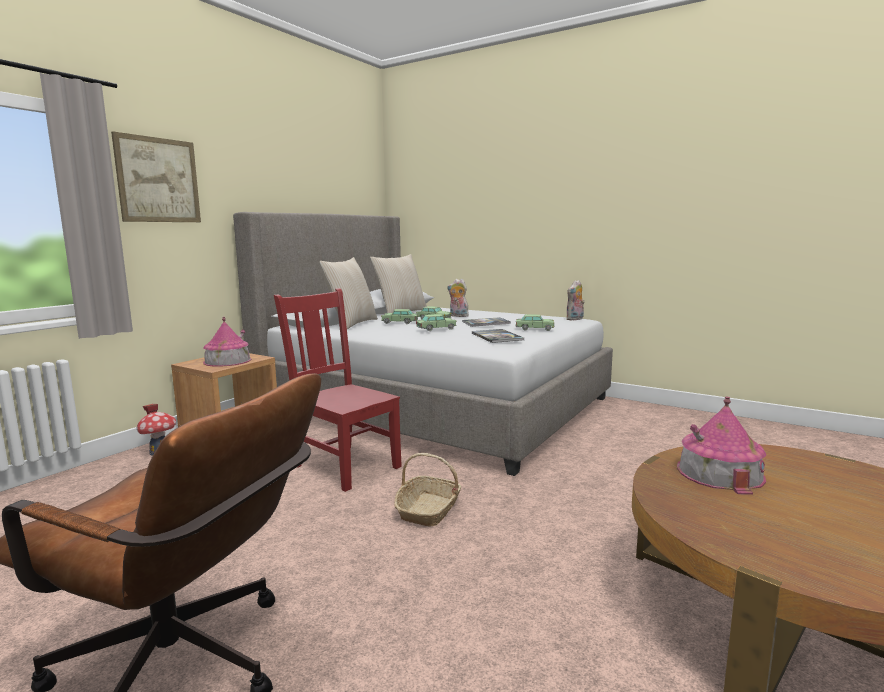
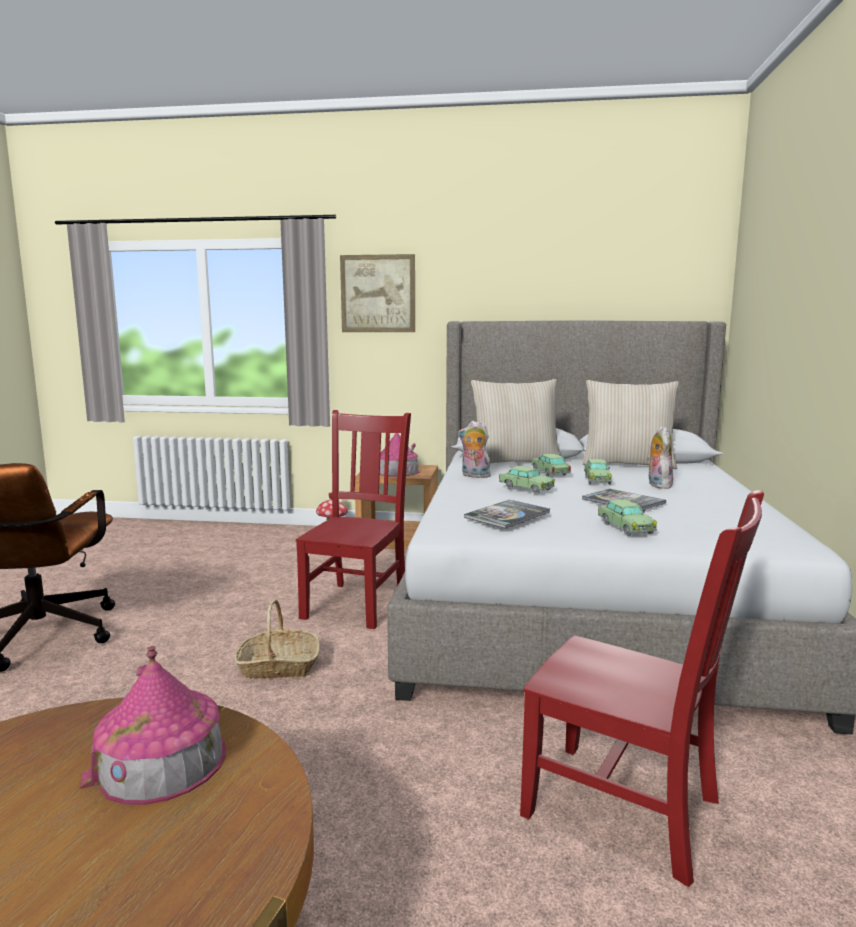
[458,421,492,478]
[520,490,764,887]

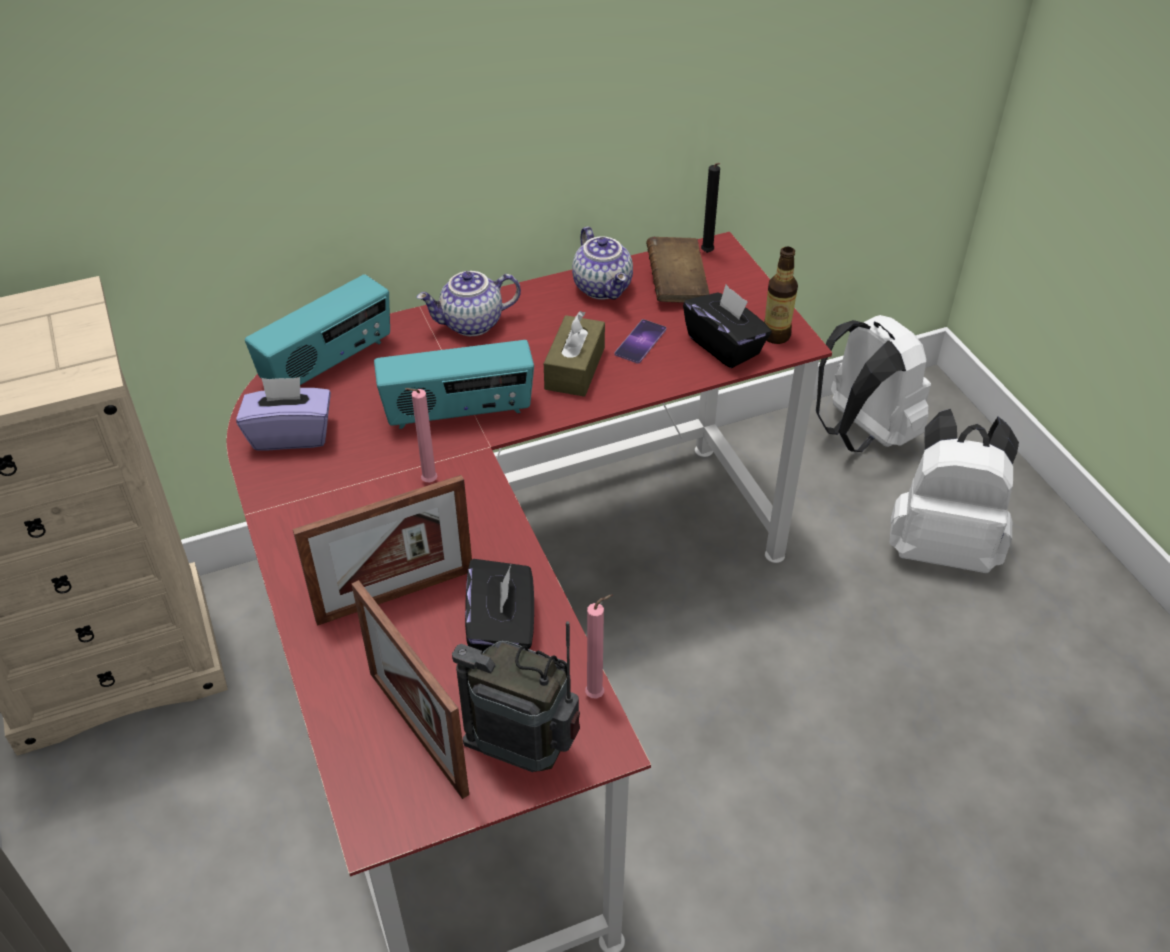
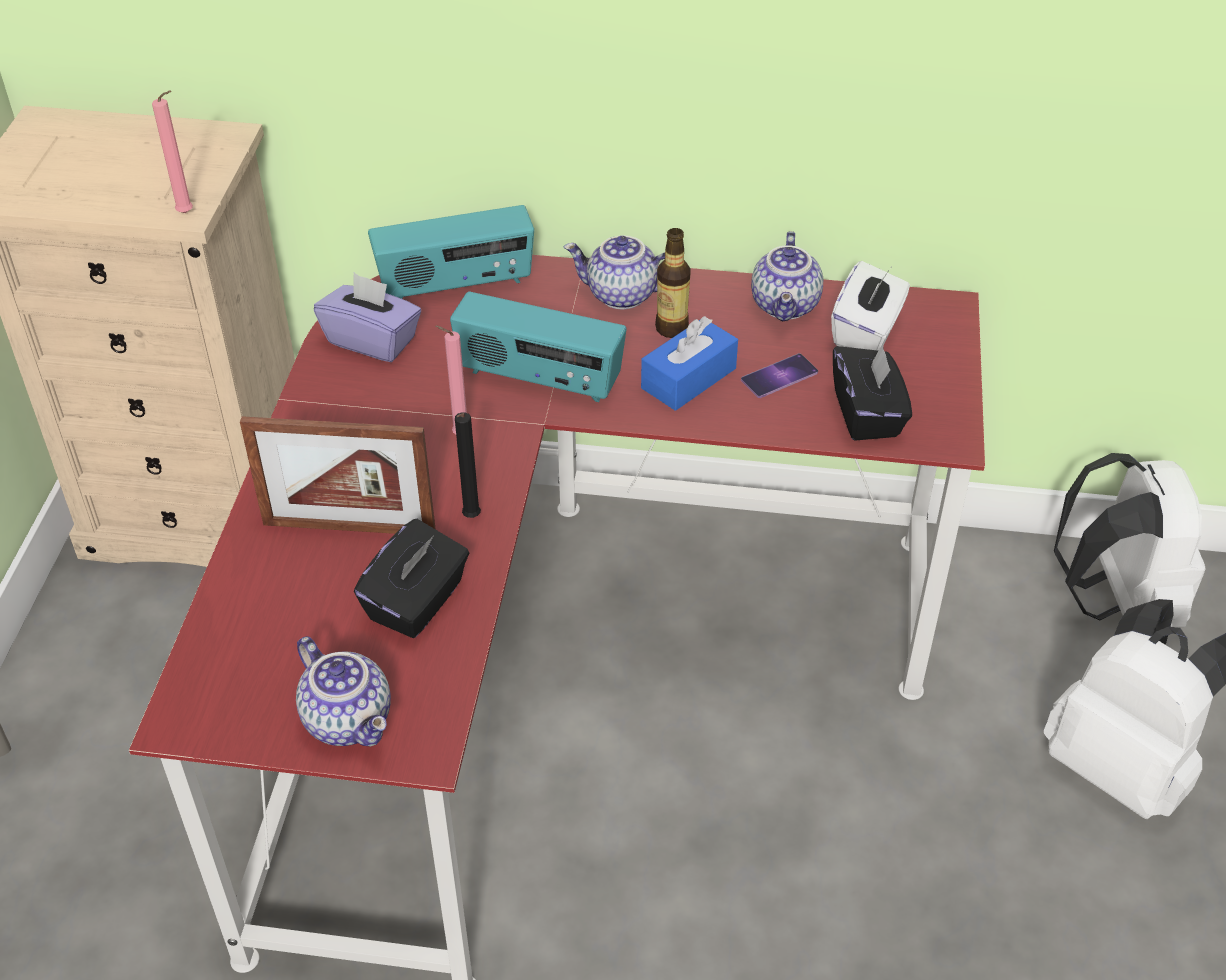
[152,91,193,213]
[296,636,391,746]
[455,412,481,518]
[641,316,738,411]
[655,228,691,338]
[831,261,910,351]
[352,580,469,799] (first image)

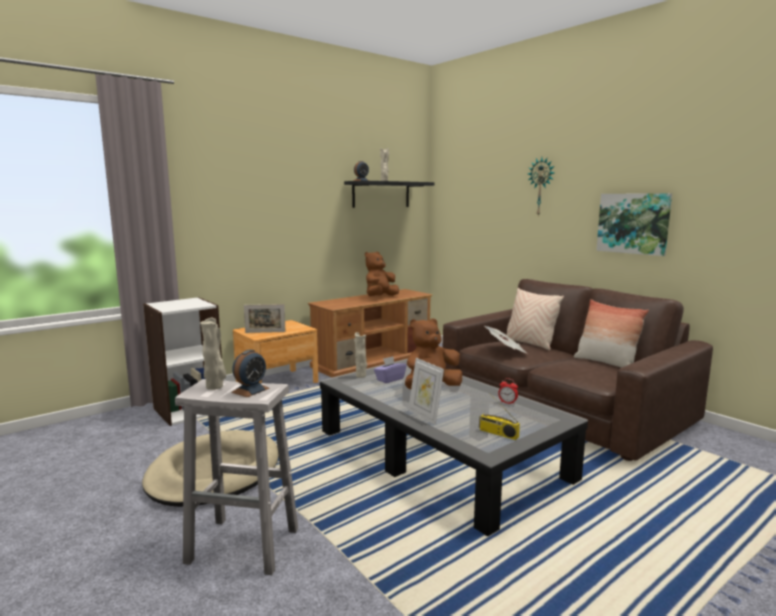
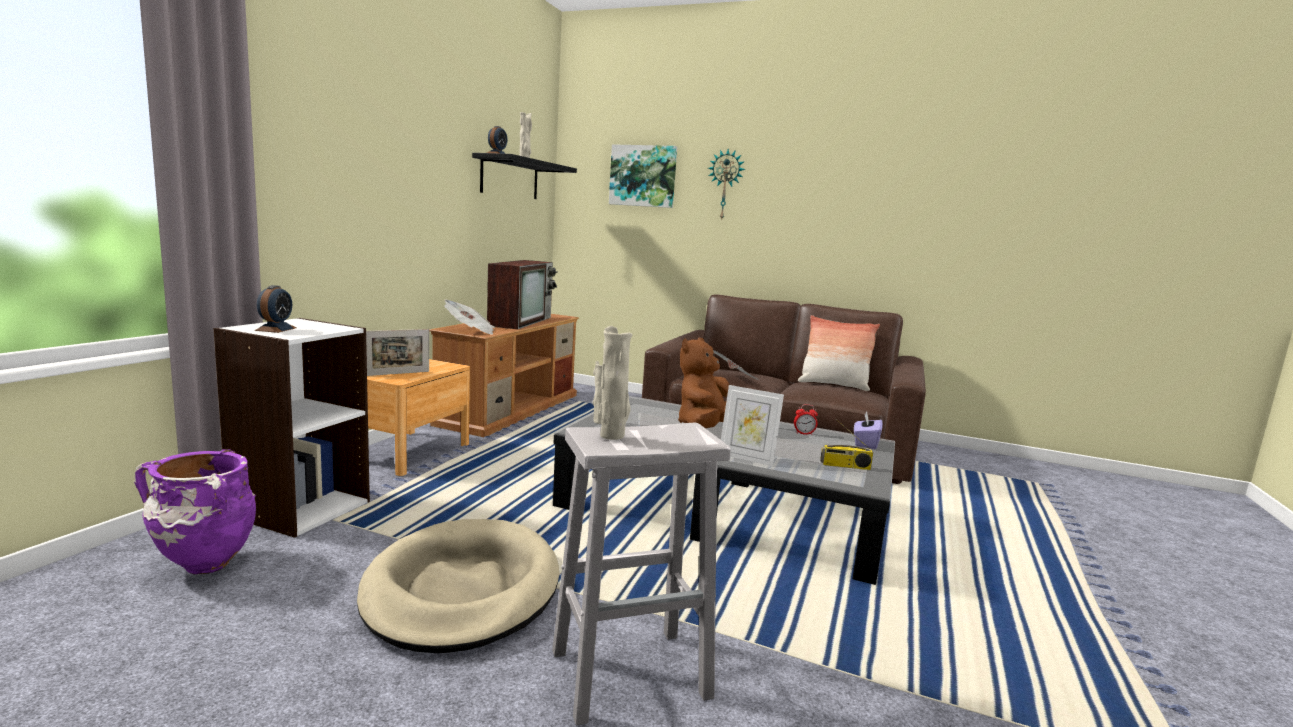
[134,449,256,574]
[254,285,297,333]
[444,300,495,335]
[487,260,558,329]
[609,144,677,208]
[854,411,883,449]
[506,288,564,350] (first image)

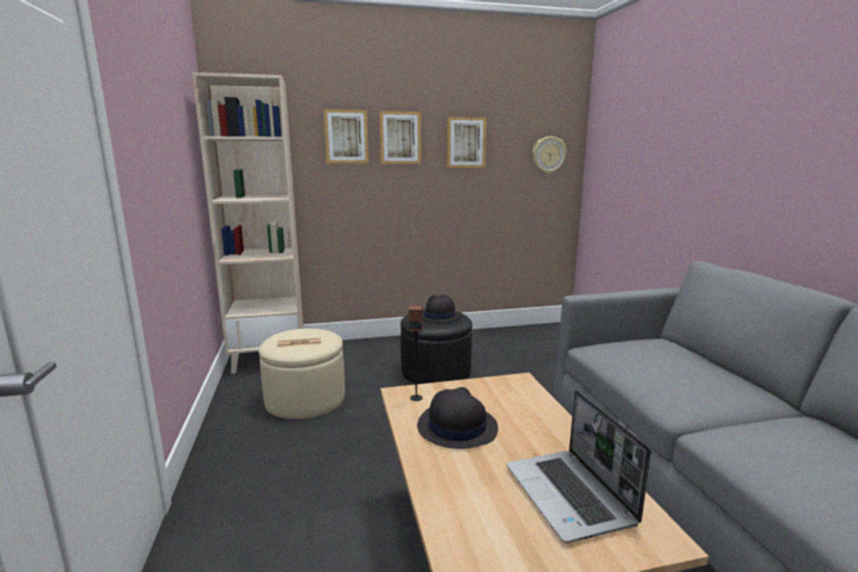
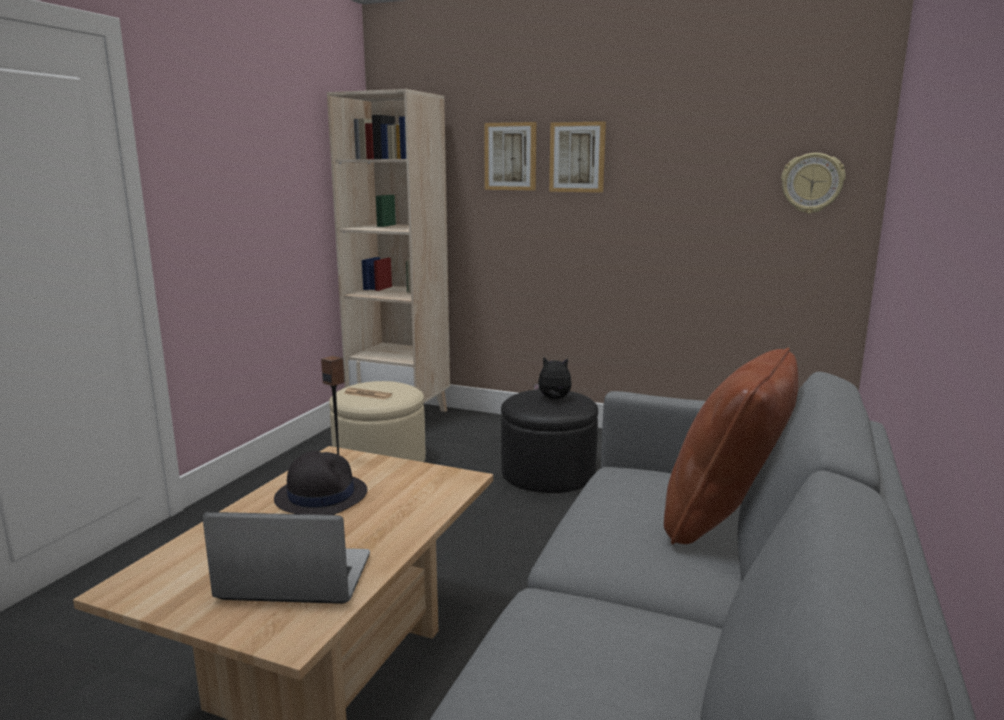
[202,512,370,604]
[533,356,572,399]
[664,348,799,544]
[447,117,487,168] (first image)

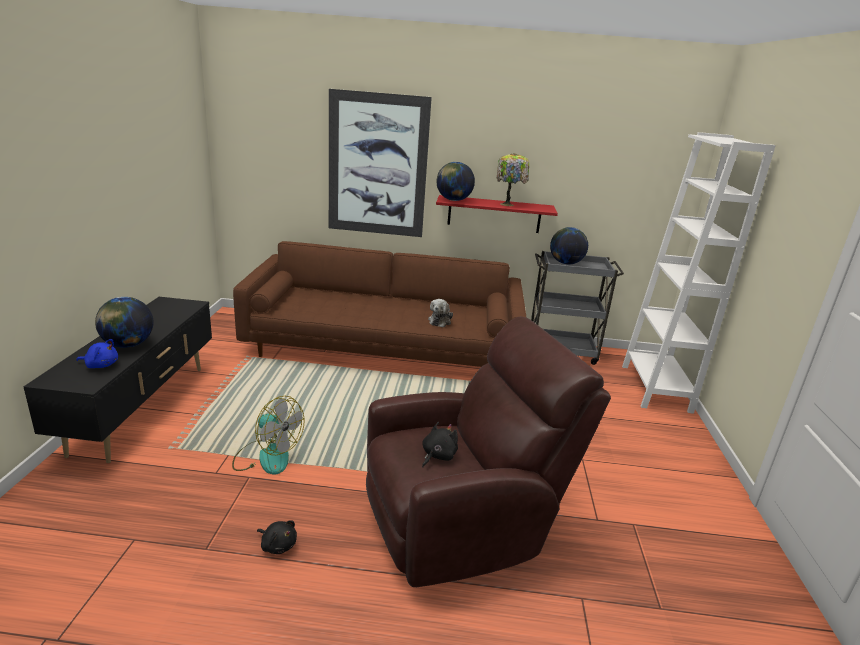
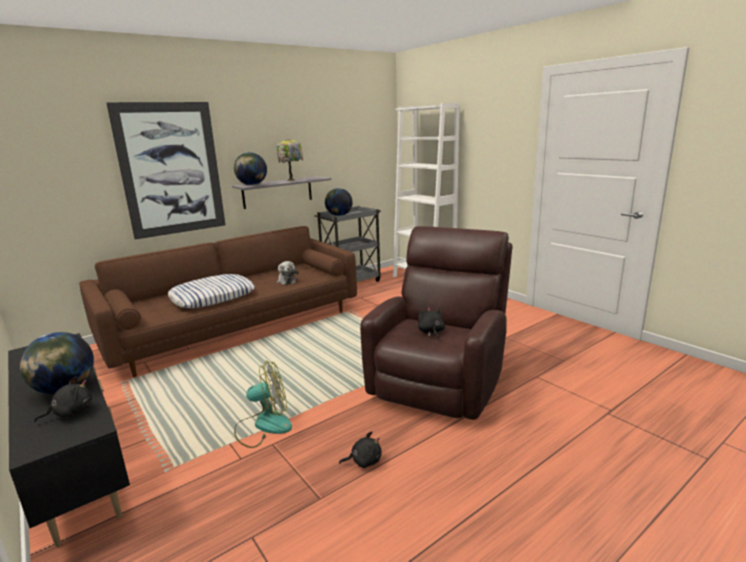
[34,377,92,422]
[168,274,255,308]
[232,176,331,209]

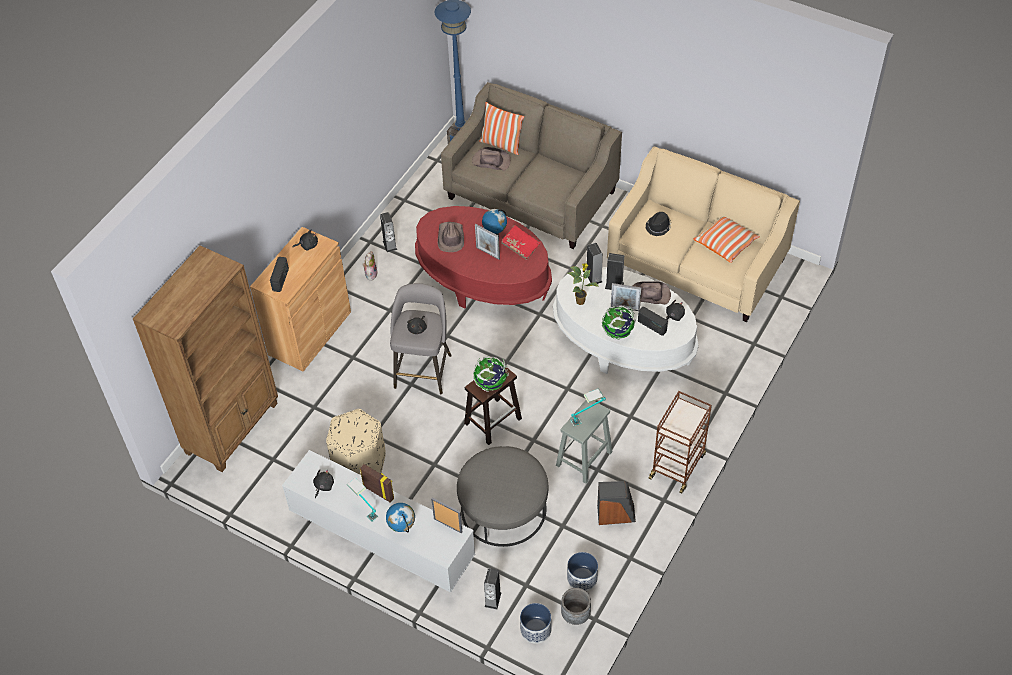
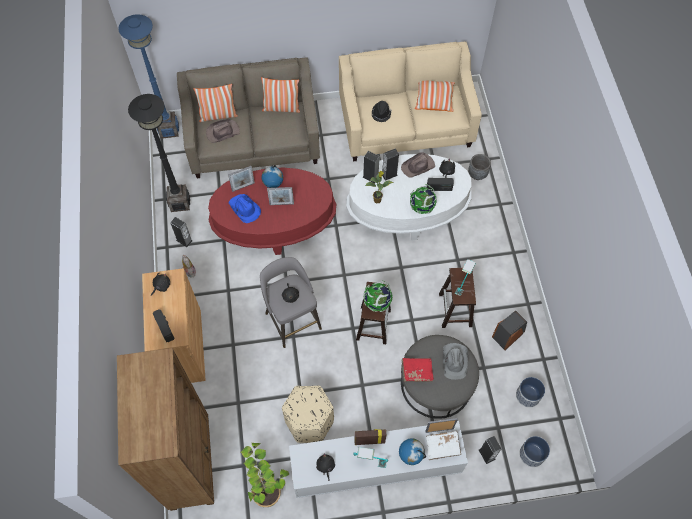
[128,94,190,212]
[228,166,255,192]
[228,194,261,223]
[241,443,289,507]
[261,77,300,113]
[402,358,434,382]
[426,431,461,460]
[439,268,476,328]
[443,343,468,380]
[468,154,491,180]
[649,391,712,494] (first image)

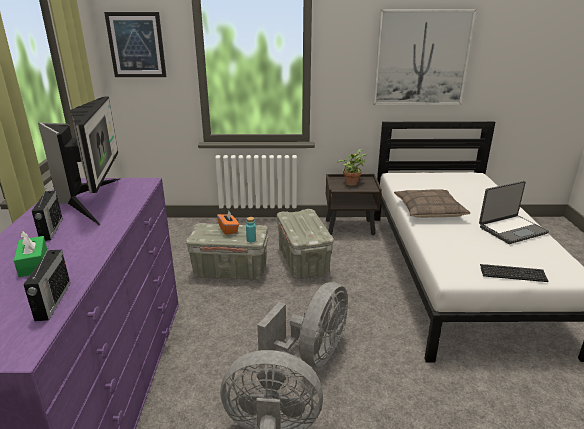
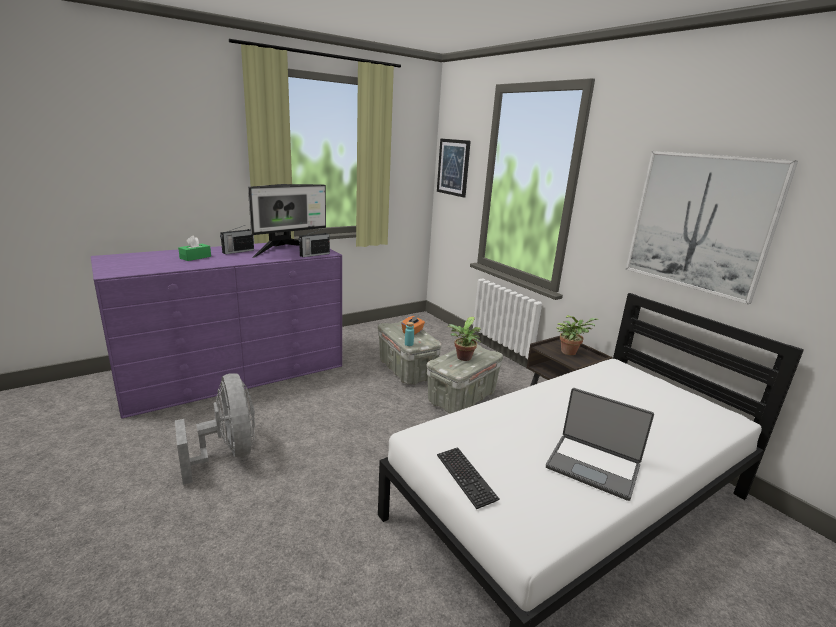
[299,229,330,257]
[447,317,481,361]
[257,282,348,367] (first image)
[394,189,470,218] (first image)

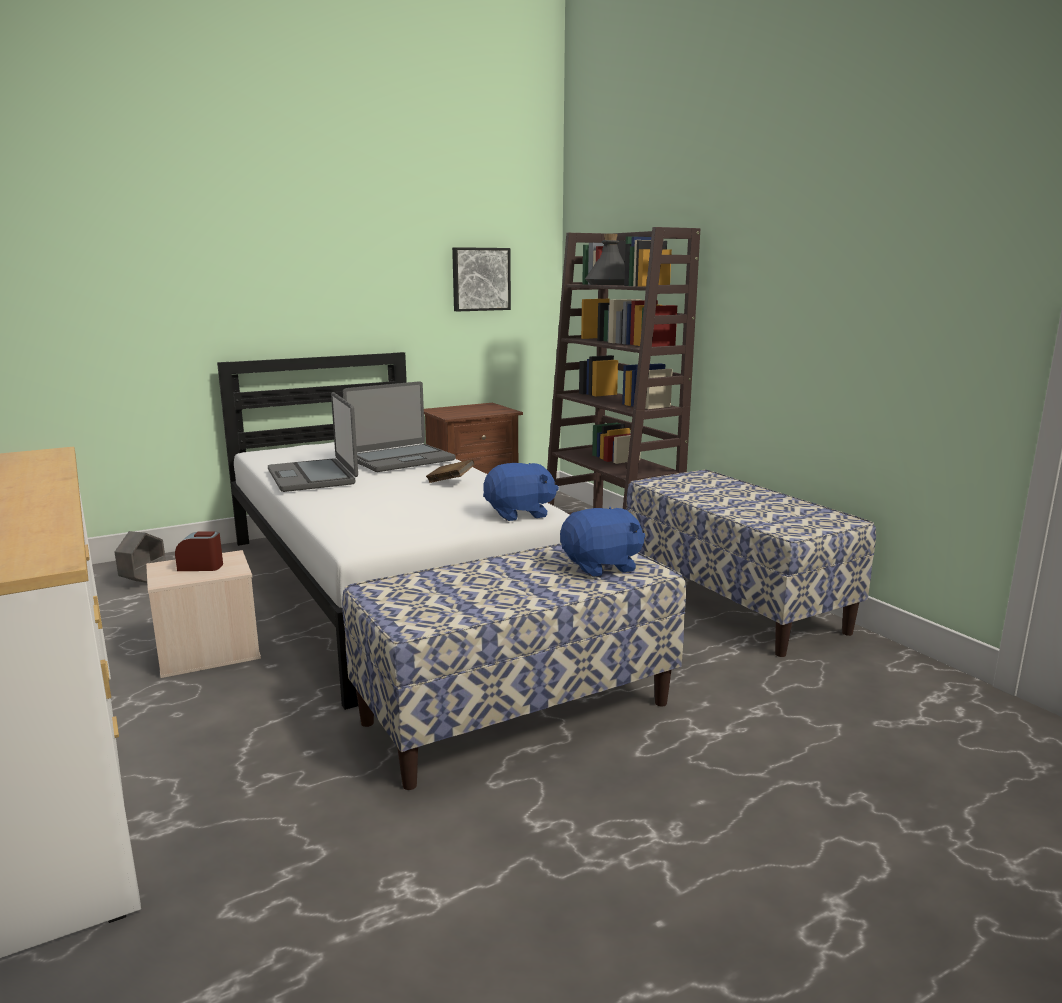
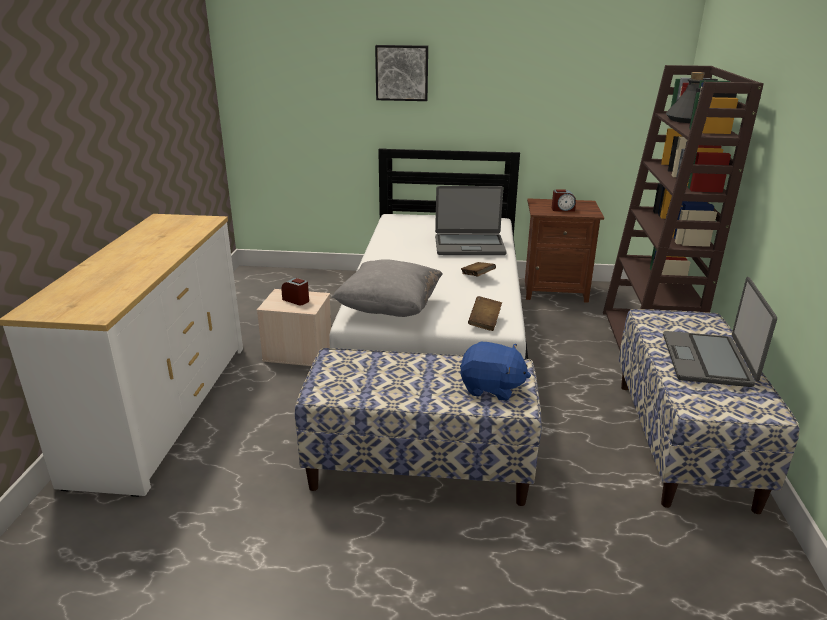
[332,259,442,317]
[375,45,428,101]
[468,296,502,331]
[552,189,576,212]
[663,277,777,387]
[115,531,166,583] (first image)

